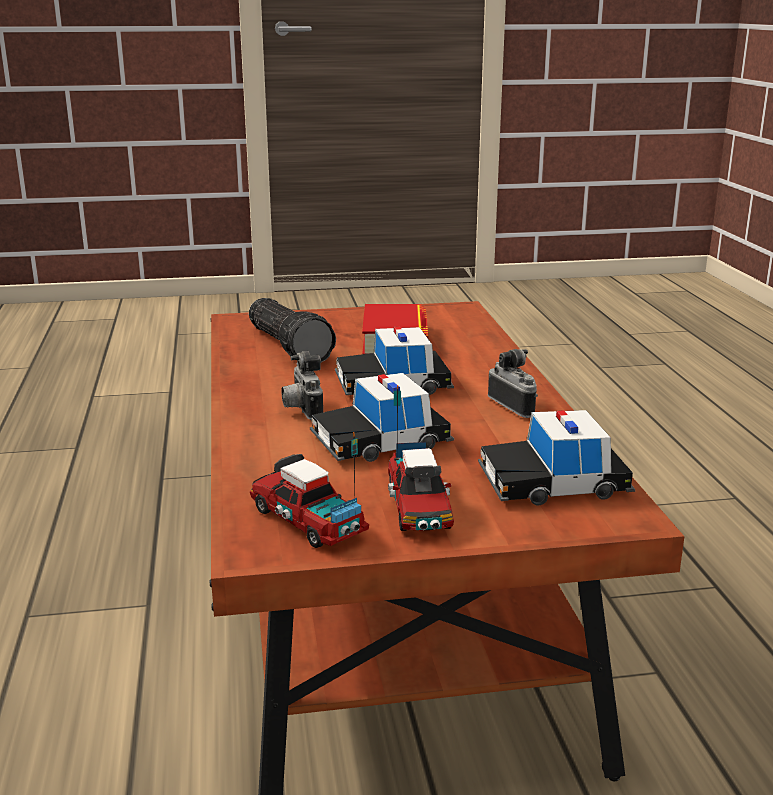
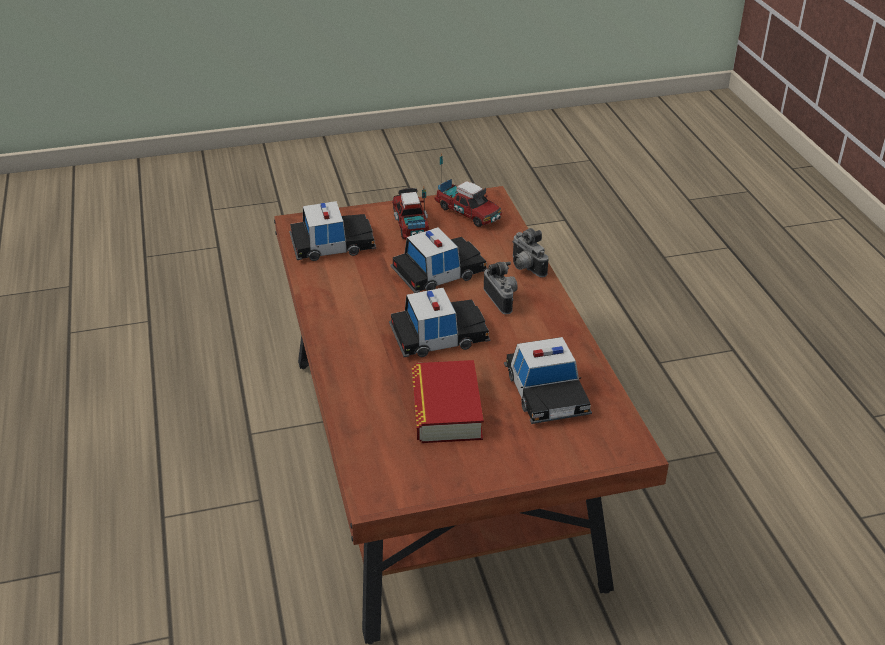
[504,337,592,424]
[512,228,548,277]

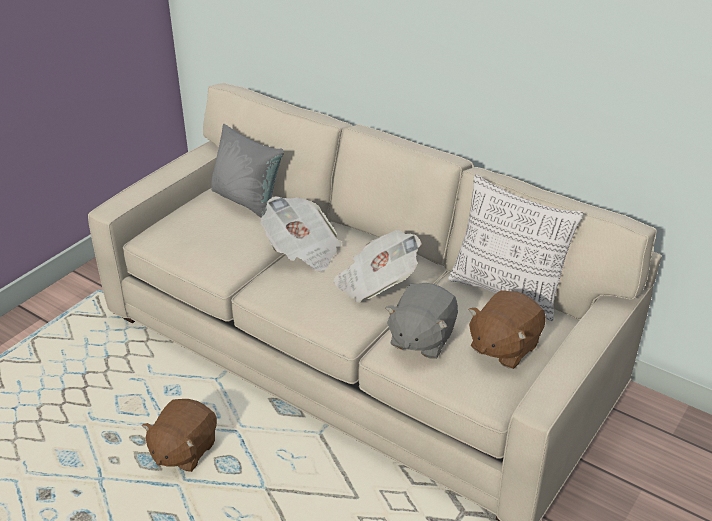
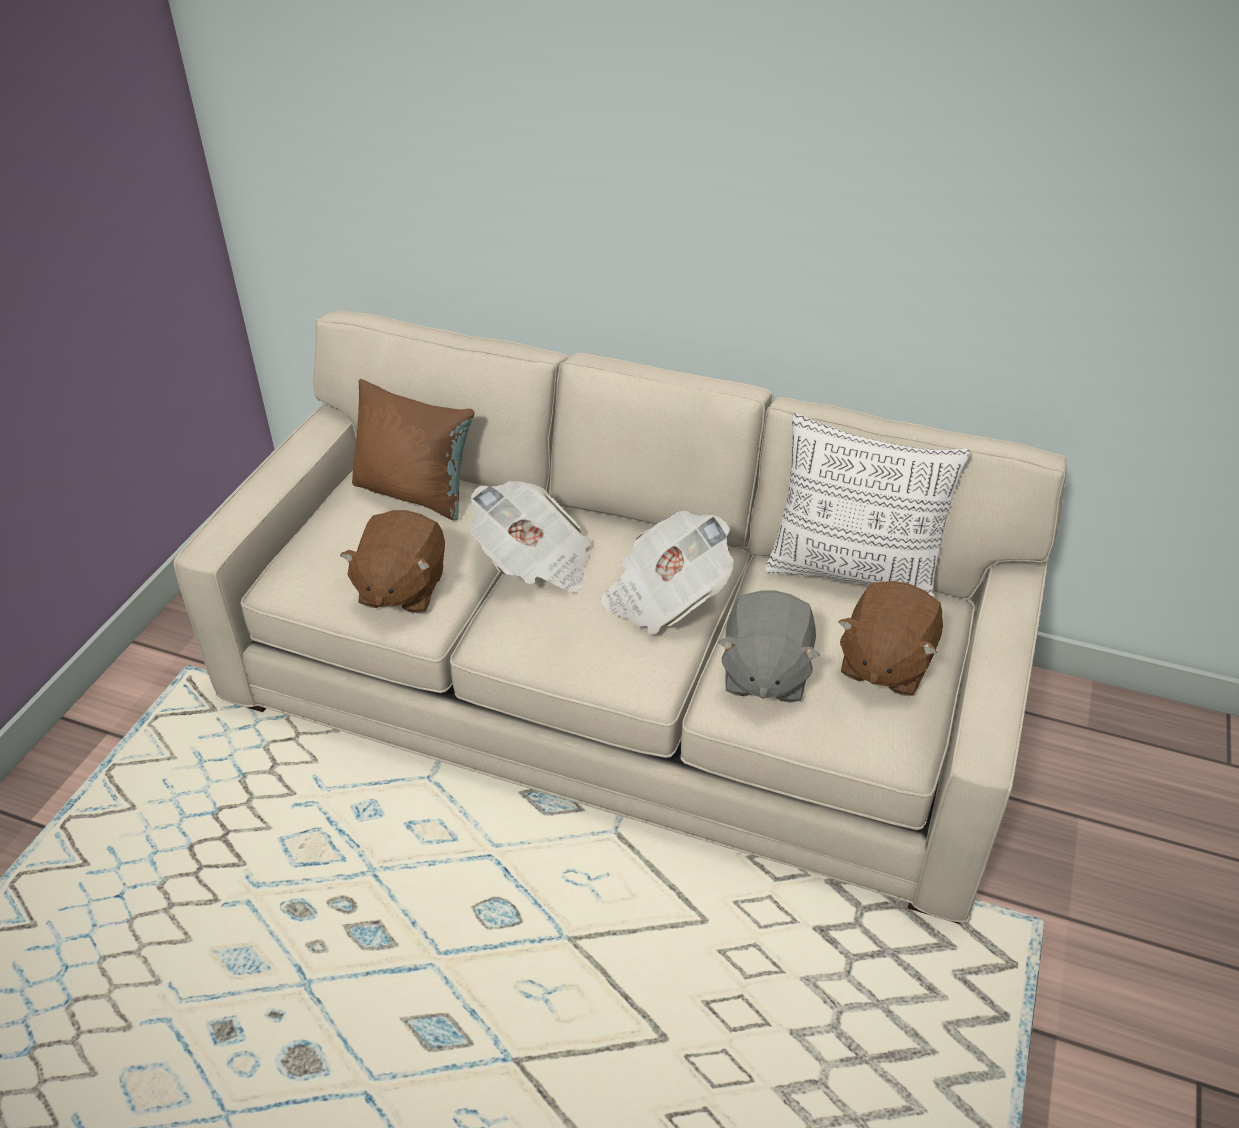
[340,510,445,613]
[352,379,475,520]

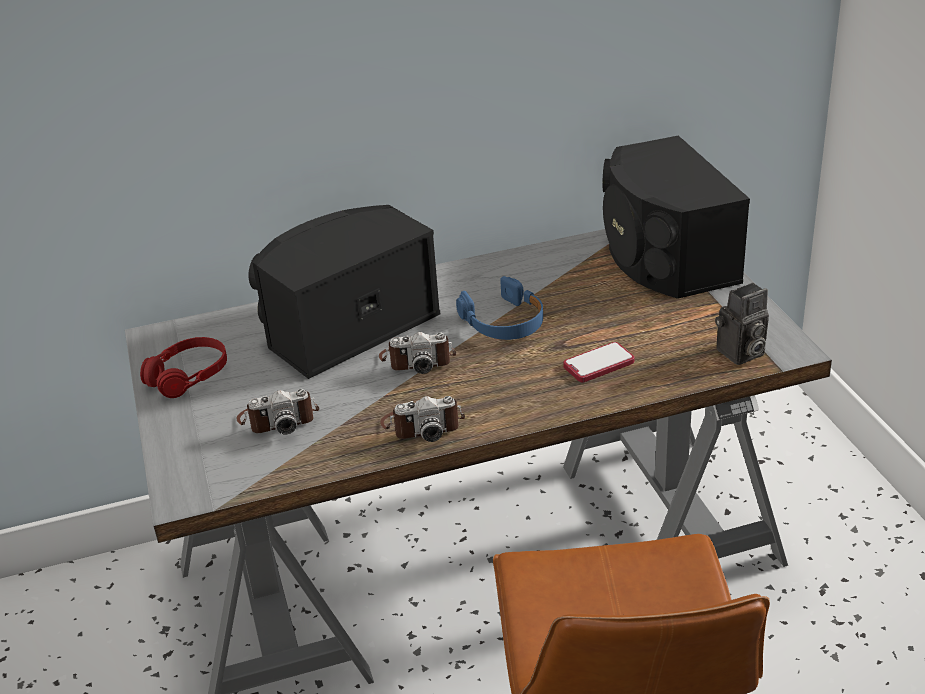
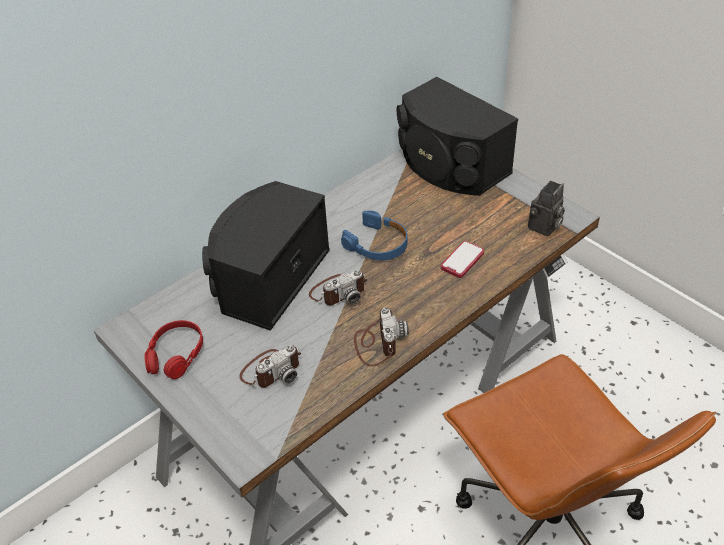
[354,308,409,366]

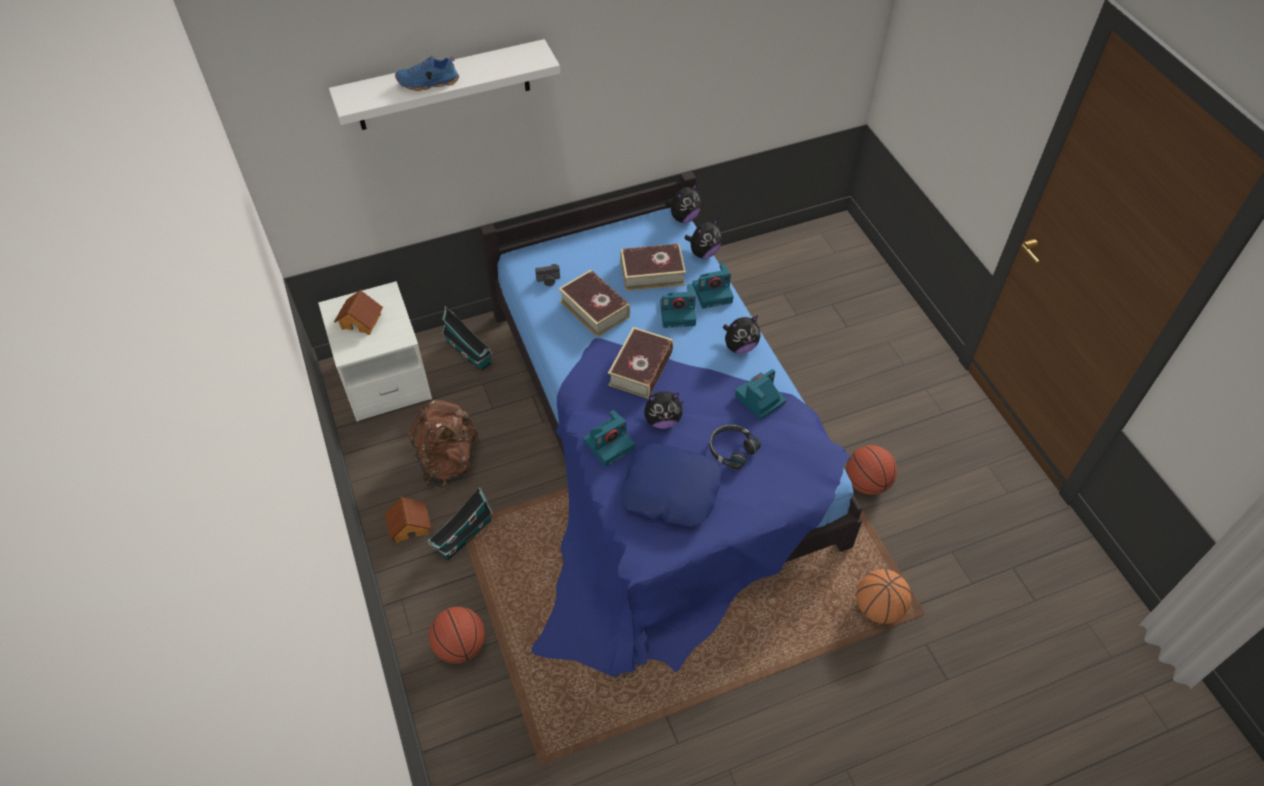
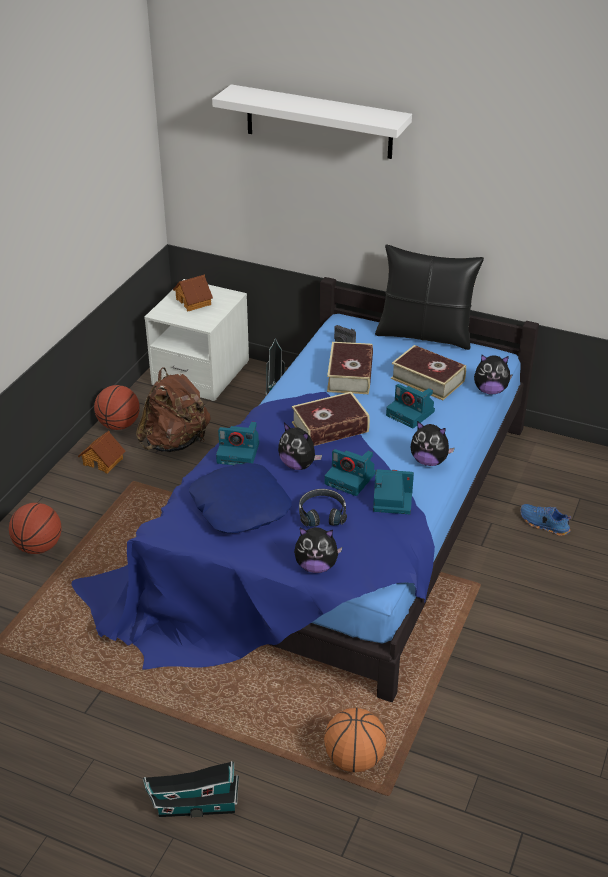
[94,385,140,430]
[143,761,239,818]
[294,527,342,573]
[325,449,375,496]
[375,244,484,350]
[520,504,571,536]

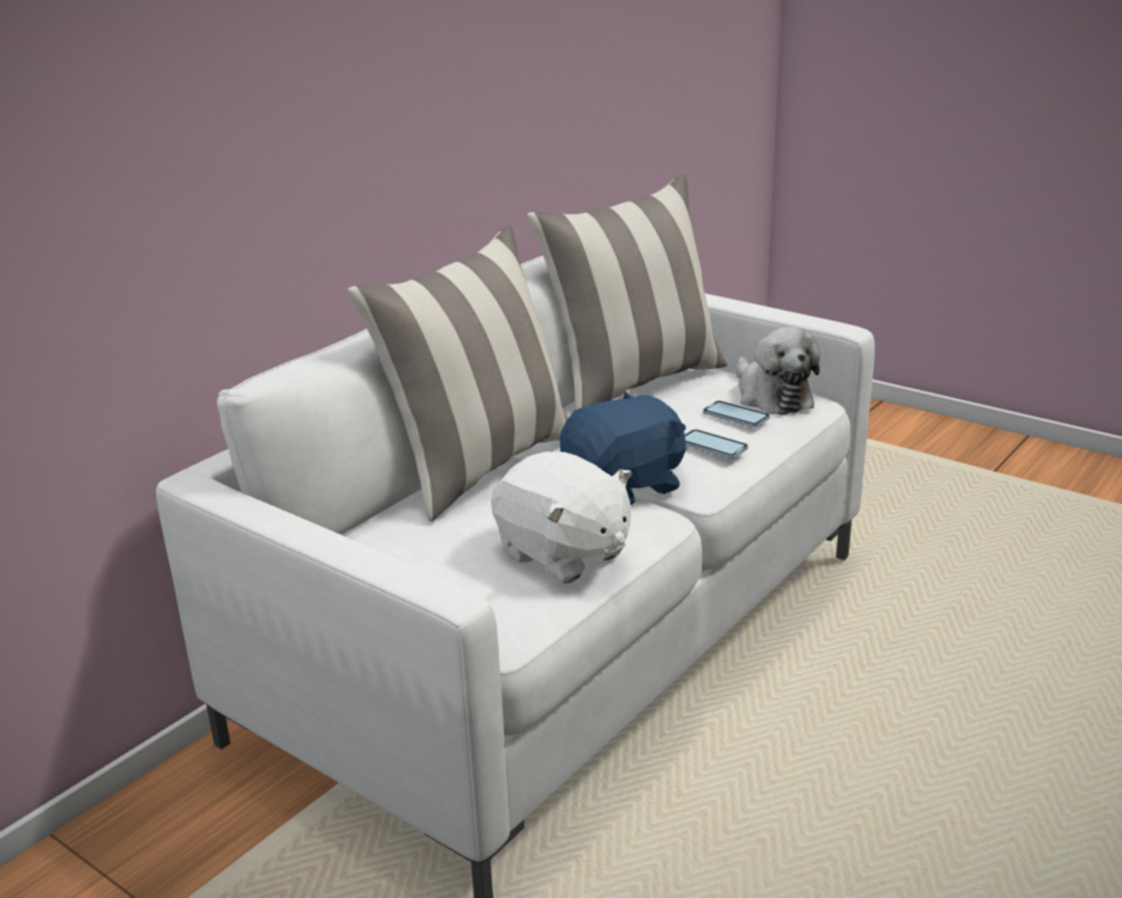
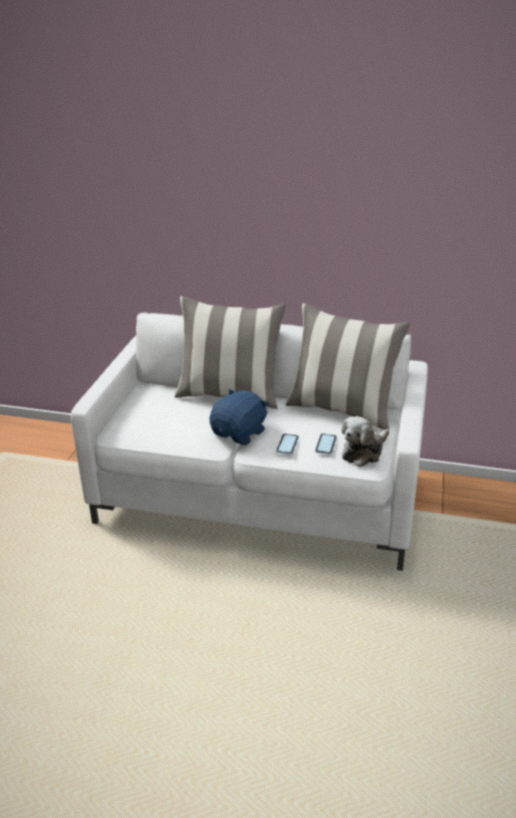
[209,389,269,445]
[491,452,632,583] (first image)

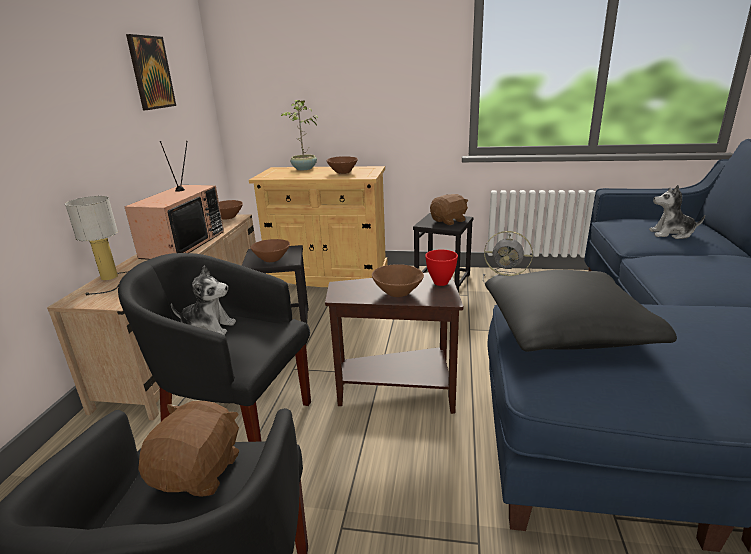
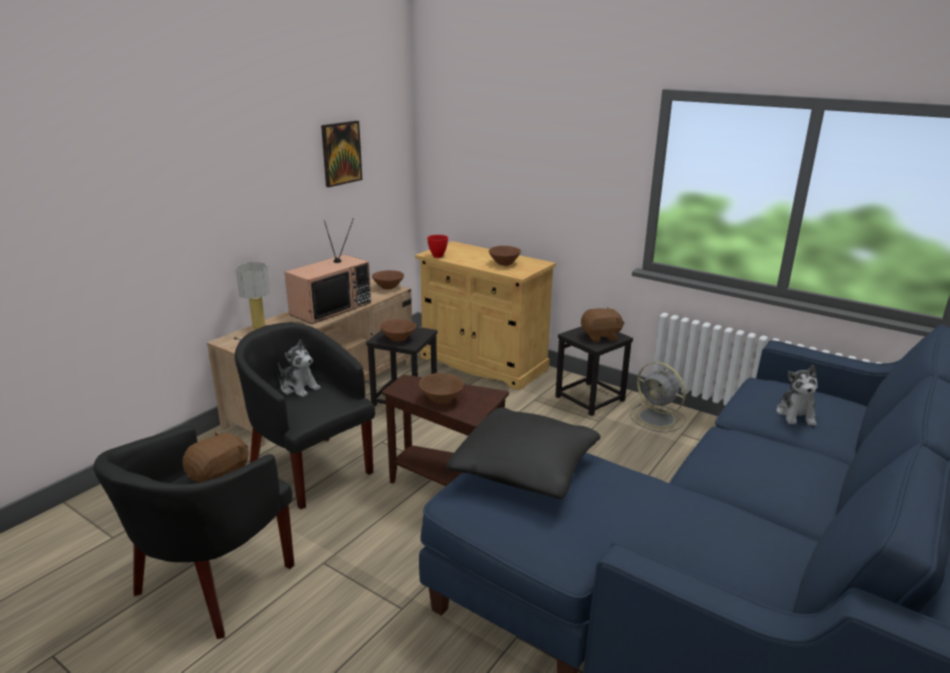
[427,235,448,258]
[776,365,818,426]
[281,100,318,170] (first image)

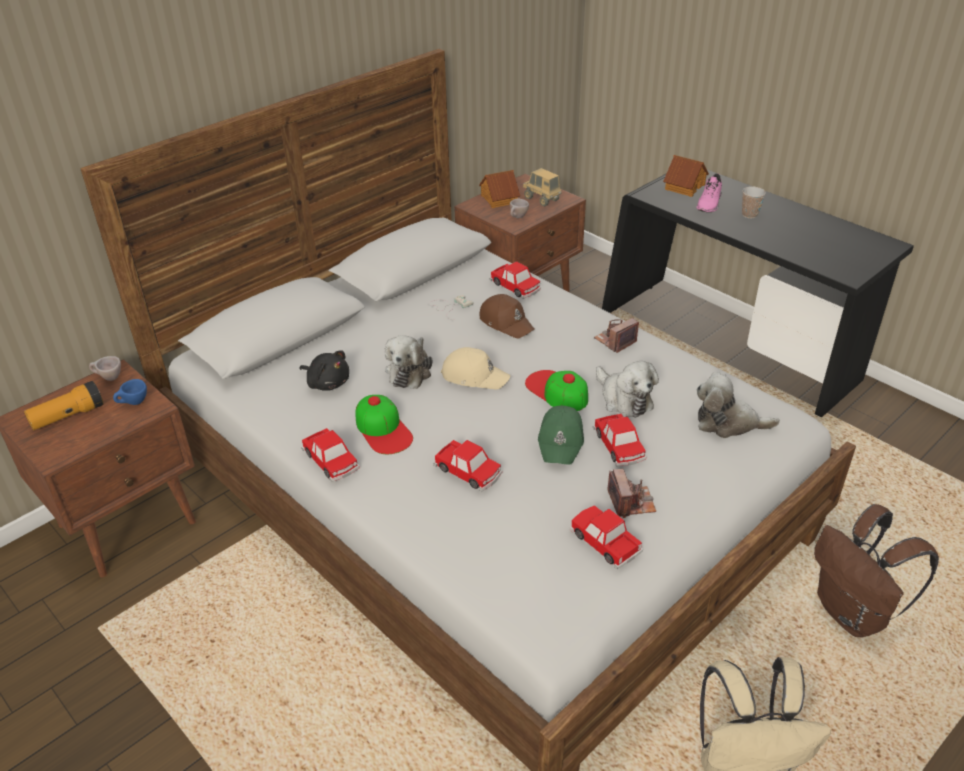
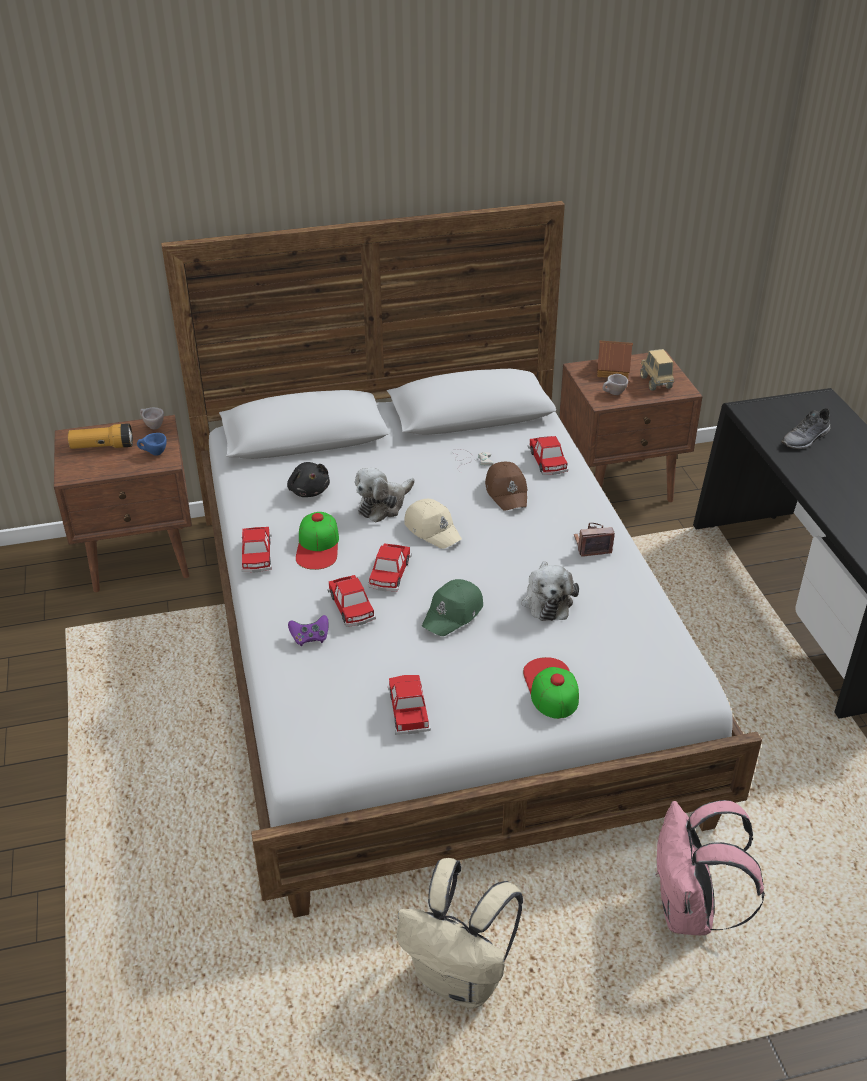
[288,615,329,646]
[368,543,412,592]
[523,657,579,719]
[655,800,765,935]
[781,408,830,449]
[607,469,656,518] (first image)
[663,155,709,197] (first image)
[697,372,780,438] (first image)
[742,186,766,219] (first image)

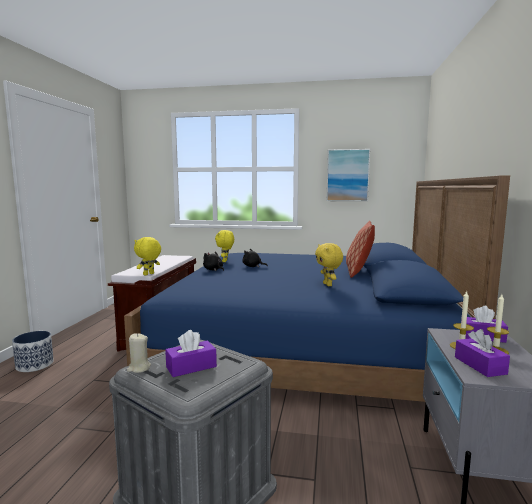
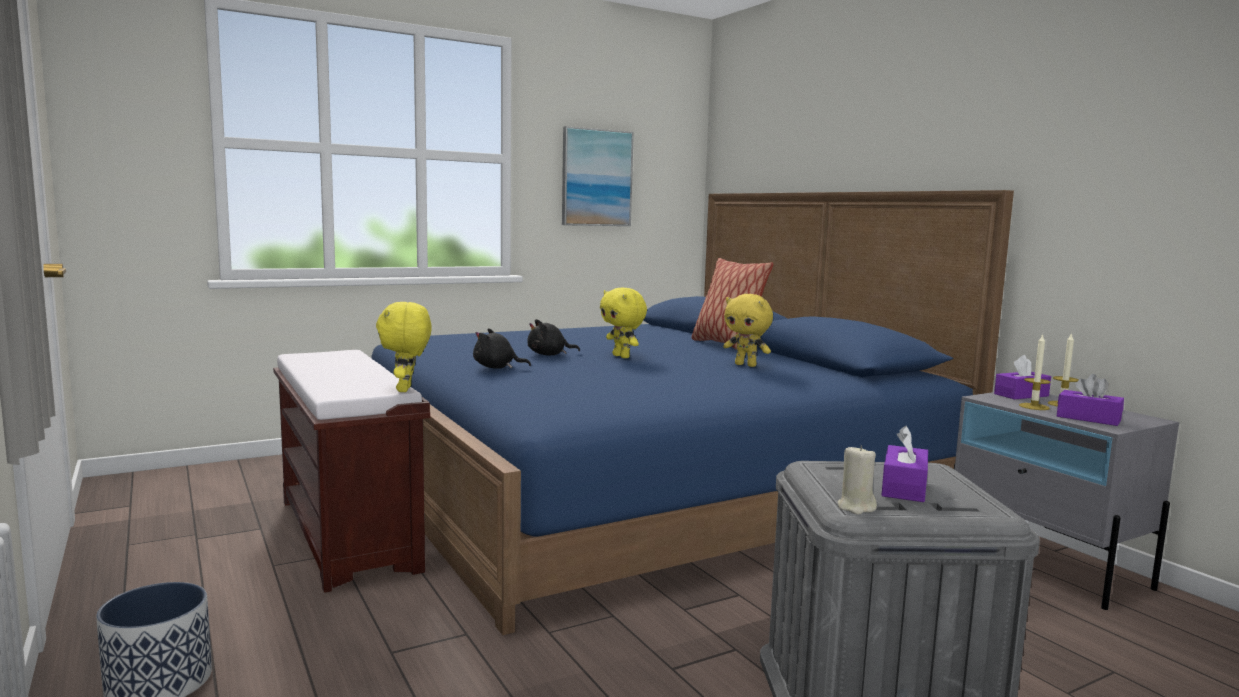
[600,288,647,358]

